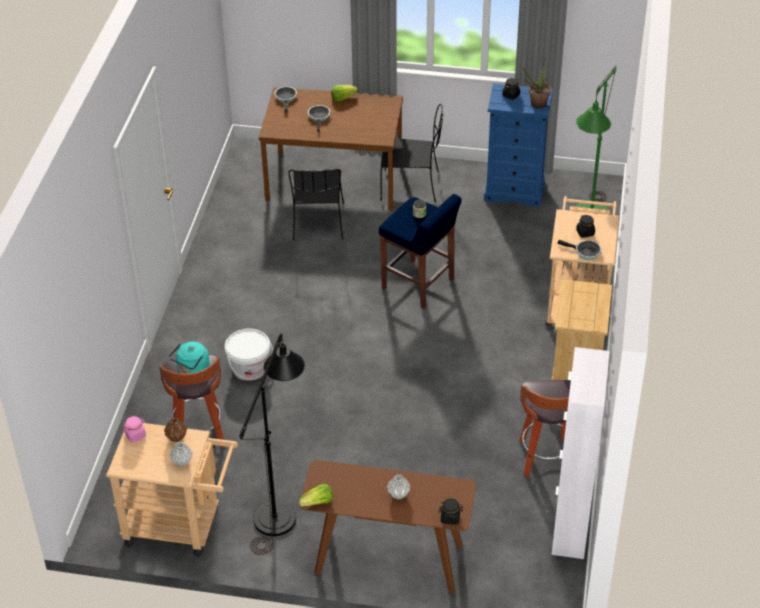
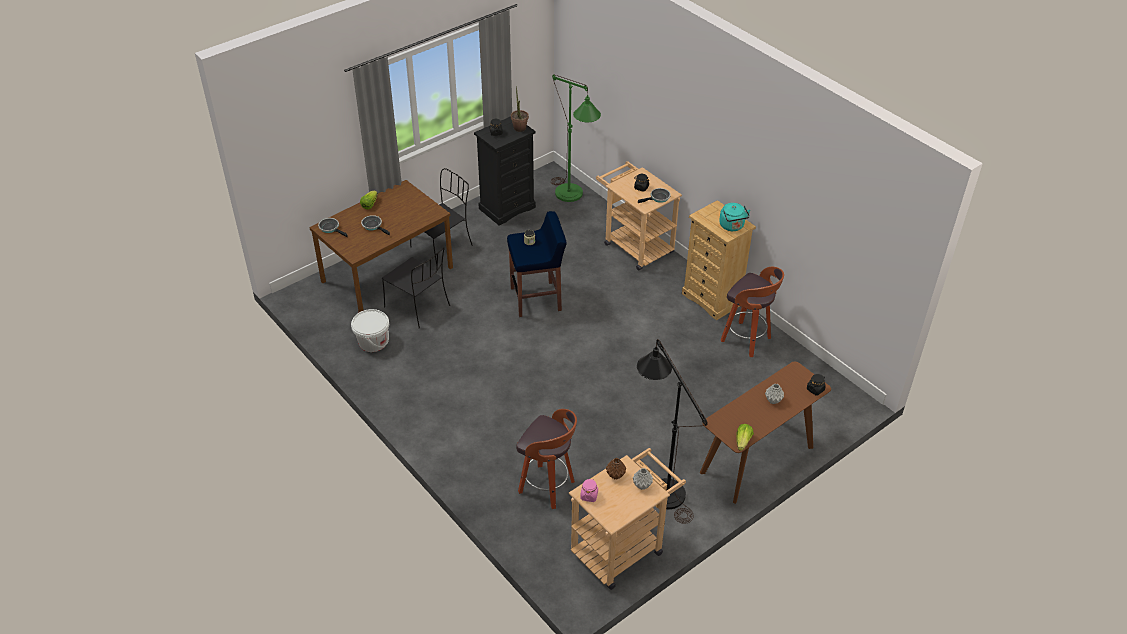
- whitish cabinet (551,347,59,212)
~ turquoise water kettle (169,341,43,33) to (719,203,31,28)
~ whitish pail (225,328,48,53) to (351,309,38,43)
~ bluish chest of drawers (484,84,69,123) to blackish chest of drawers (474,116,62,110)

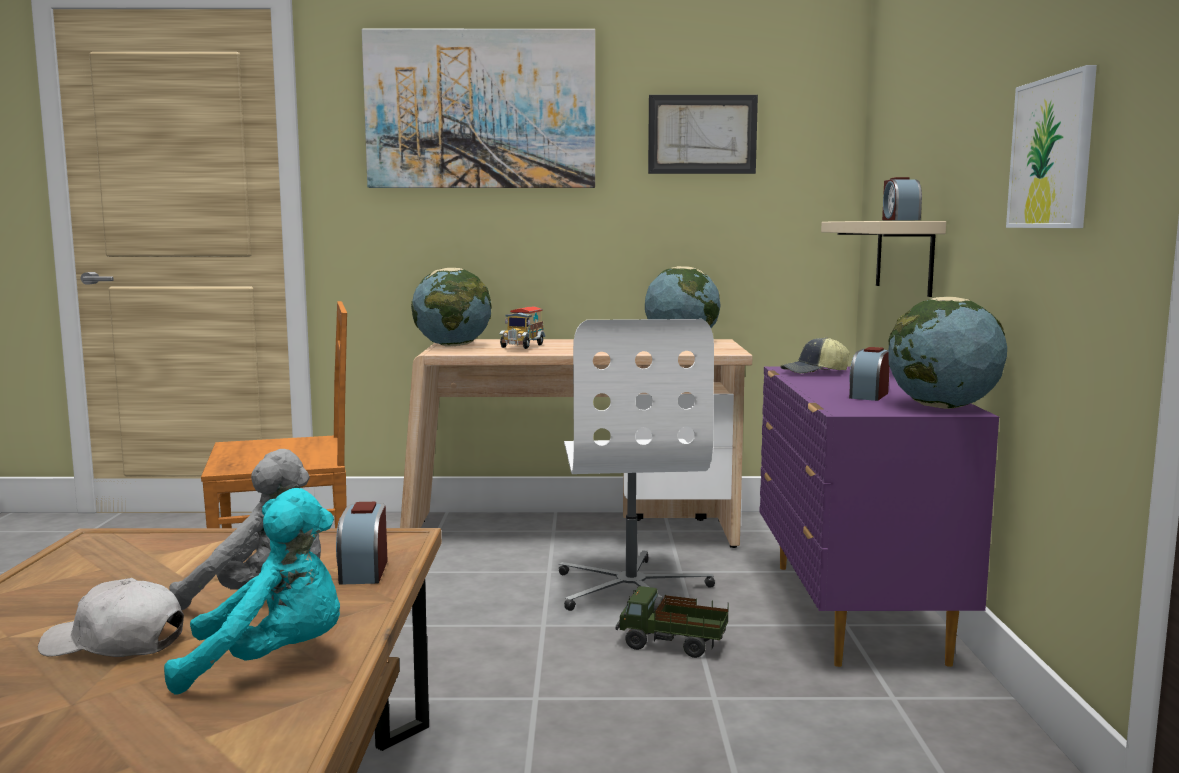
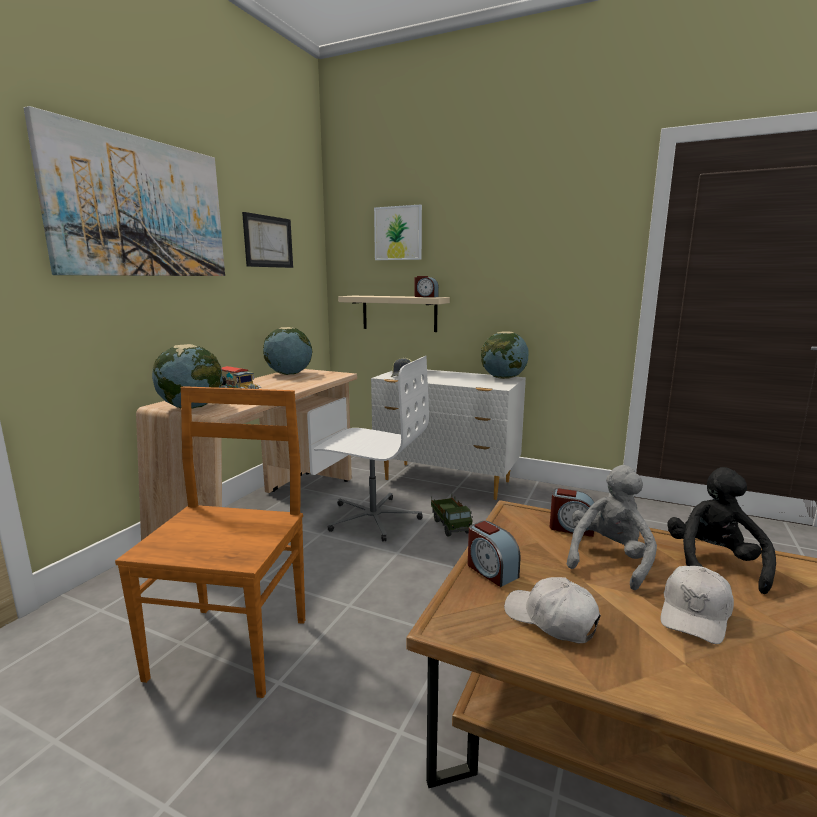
+ whitish cap (504,577,97,66)
~ bedside clock (849,347,41,54) to (468,521,53,66)
~ wall picture (1006,65,91,163) to (374,204,48,56)
~ turquoise cuddly toy (164,488,176,206) to blackish cuddly toy (667,467,109,127)
~ purple-coloured chest of drawers (760,366,239,301) to whitish chest of drawers (371,370,155,130)
~ model truck (616,586,113,72) = (431,496,42,40) 60 degrees counterclockwise

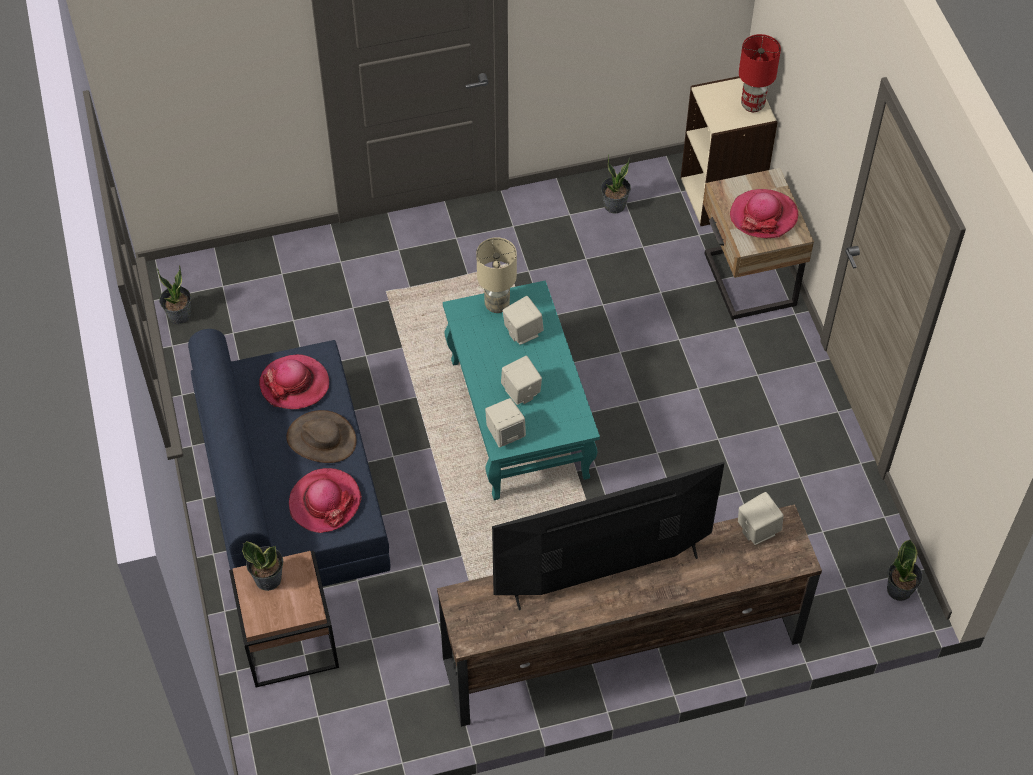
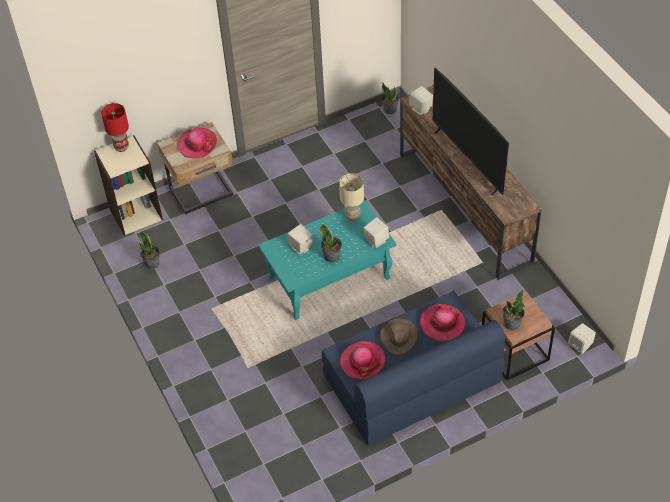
~ plant in a pot (157,265,34,60) to (320,223,22,40)
~ sand-coloured table lamp (476,237,41,76) to (339,173,25,48)
~ sand-coloured loudspeaker (501,356,41,49) to (568,323,28,31)

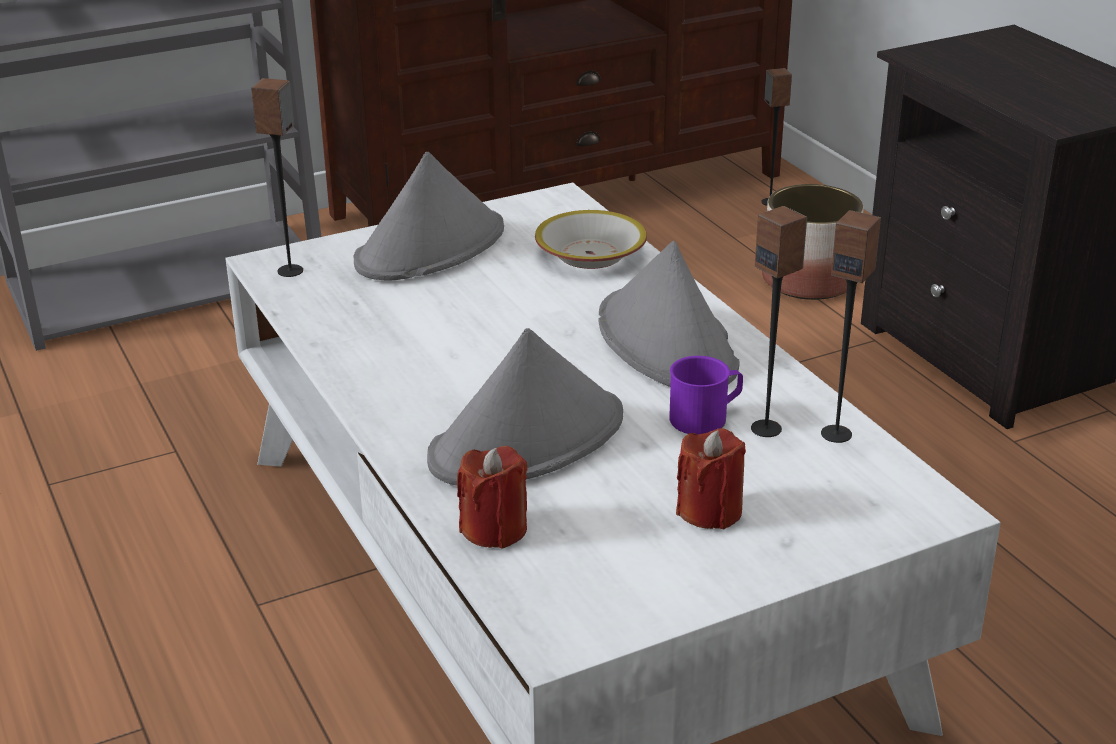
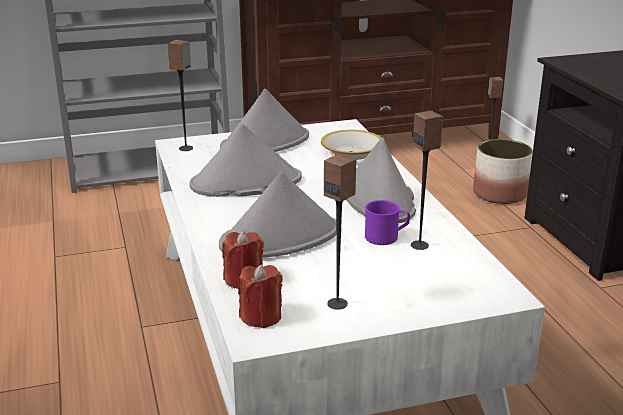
+ greyish clothing hat (189,124,113,73)
~ red candle (676,428,70,101) to (238,264,45,64)
~ loudspeaker (821,210,60,233) to (324,154,32,156)

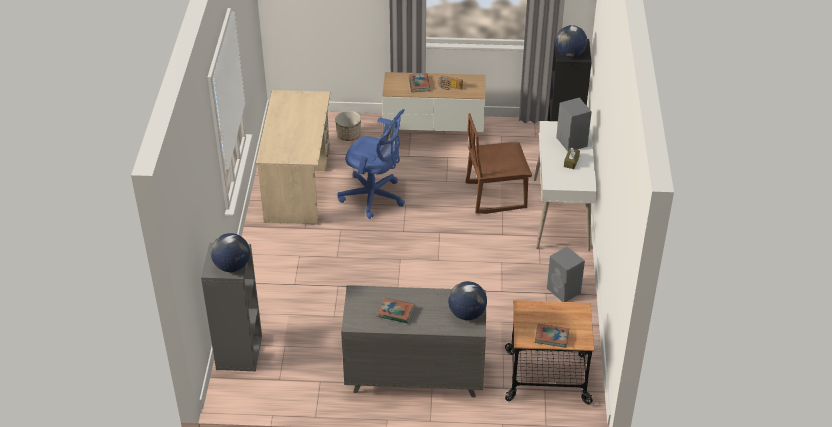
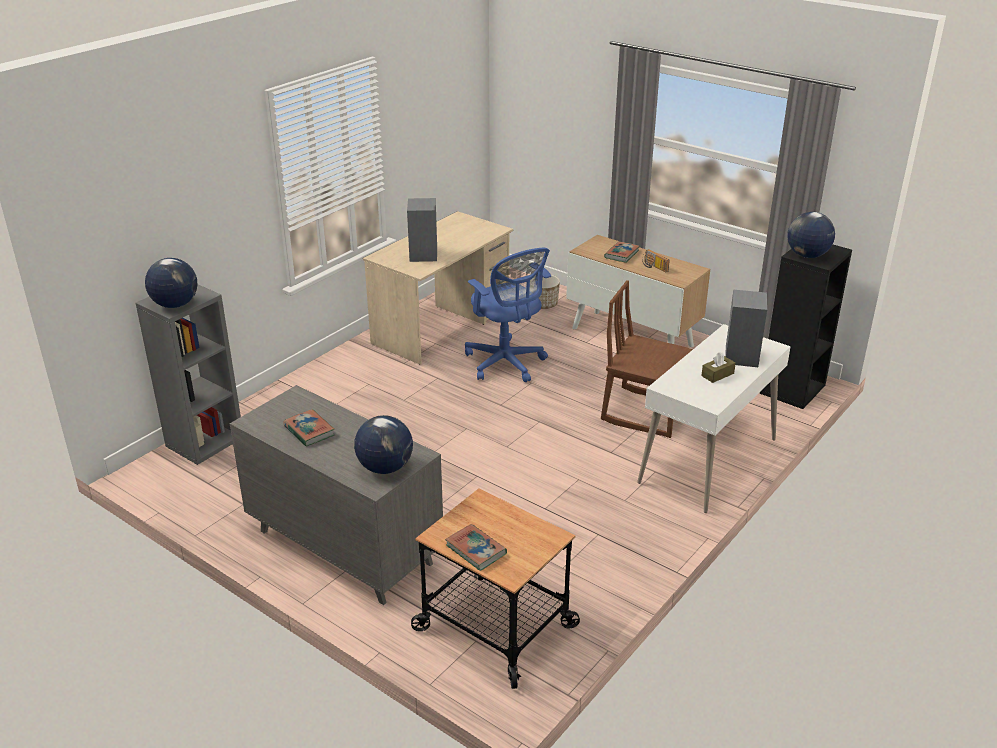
~ greyish loudspeaker (547,247,38,55) to (407,198,30,64)

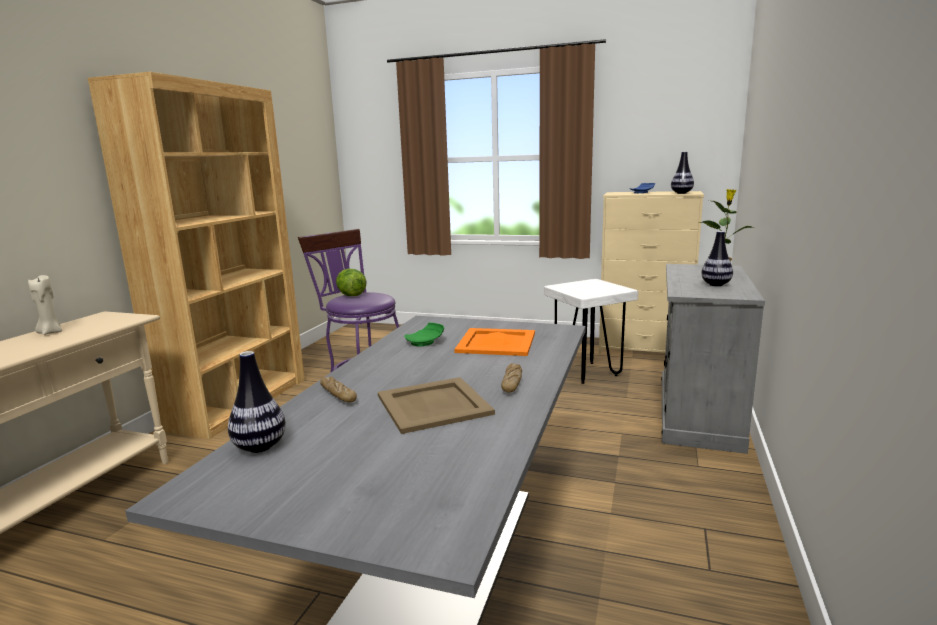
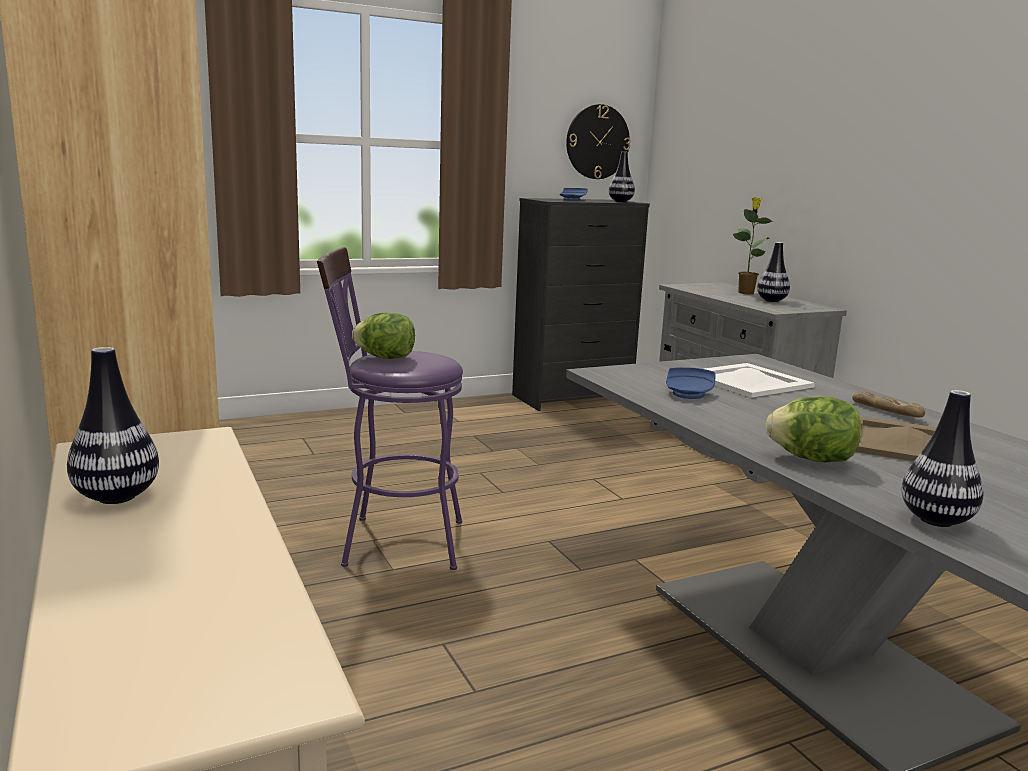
- whitish sitting stool (544,279,94,105)
+ hanging clock (566,104,64,75)
~ sand-coloured candle (28,275,34,60) to decorative vase (67,347,92,157)
~ bakery bread (320,376,37,27) to head of lettuce (766,396,95,66)
~ greenish plate (404,322,40,24) to bluish plate (666,367,50,32)
~ orange tray (454,328,81,28) to whitish tray (704,363,111,35)
~ sand-coloured chest of drawers (599,191,105,163) to blackish chest of drawers (512,198,138,213)

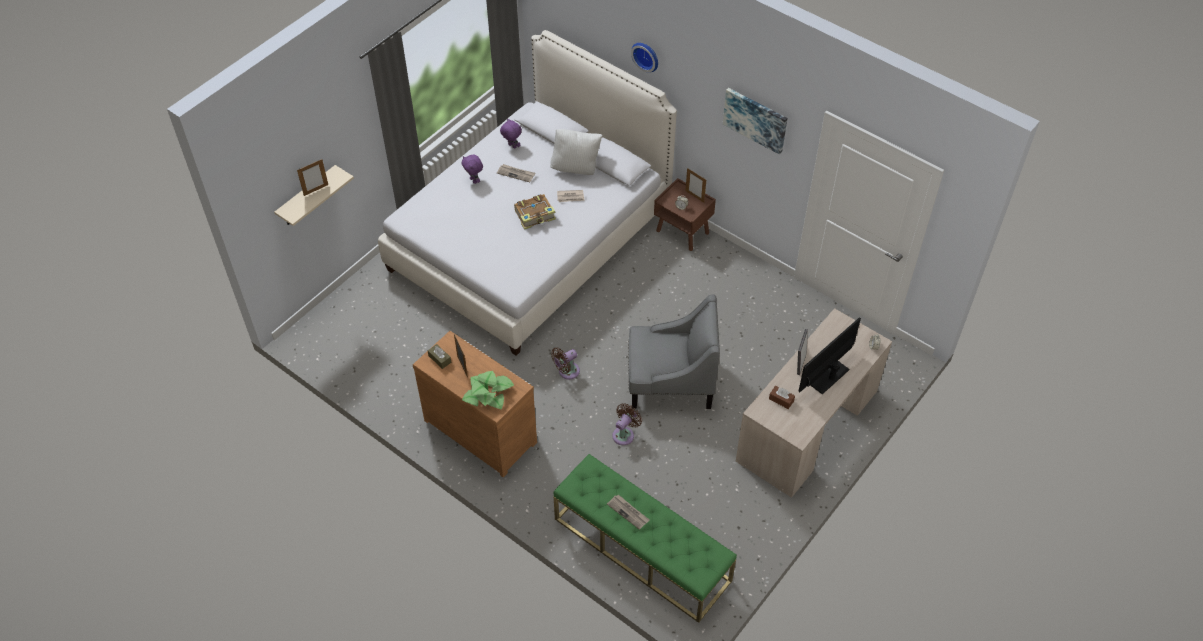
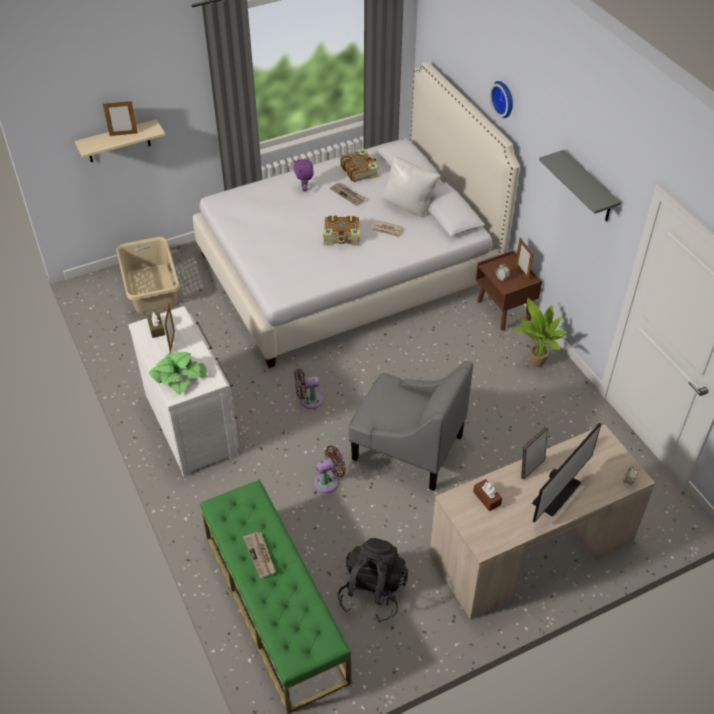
+ sand-coloured hamper (116,237,64,76)
+ blackish knapsack (338,538,70,85)
+ plant in a pot (513,298,55,69)
~ purple-coloured cuddly toy (500,118,22,31) to book (340,149,39,33)
~ wall picture (723,88,64,67) to greyish wall shelf (539,150,82,71)
~ brownish chest of drawers (413,331,124,146) to whitish chest of drawers (128,306,111,171)
~ monitor (798,317,63,77) = (532,423,69,100) 150 degrees clockwise

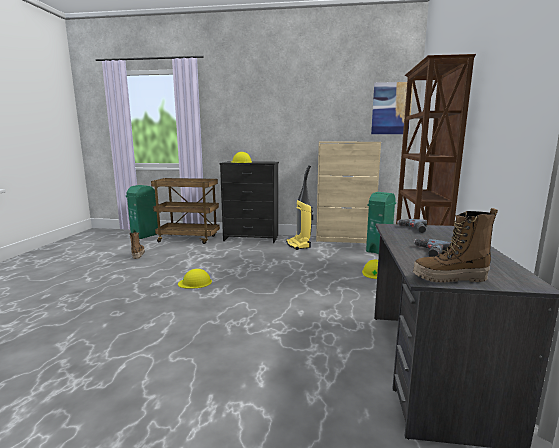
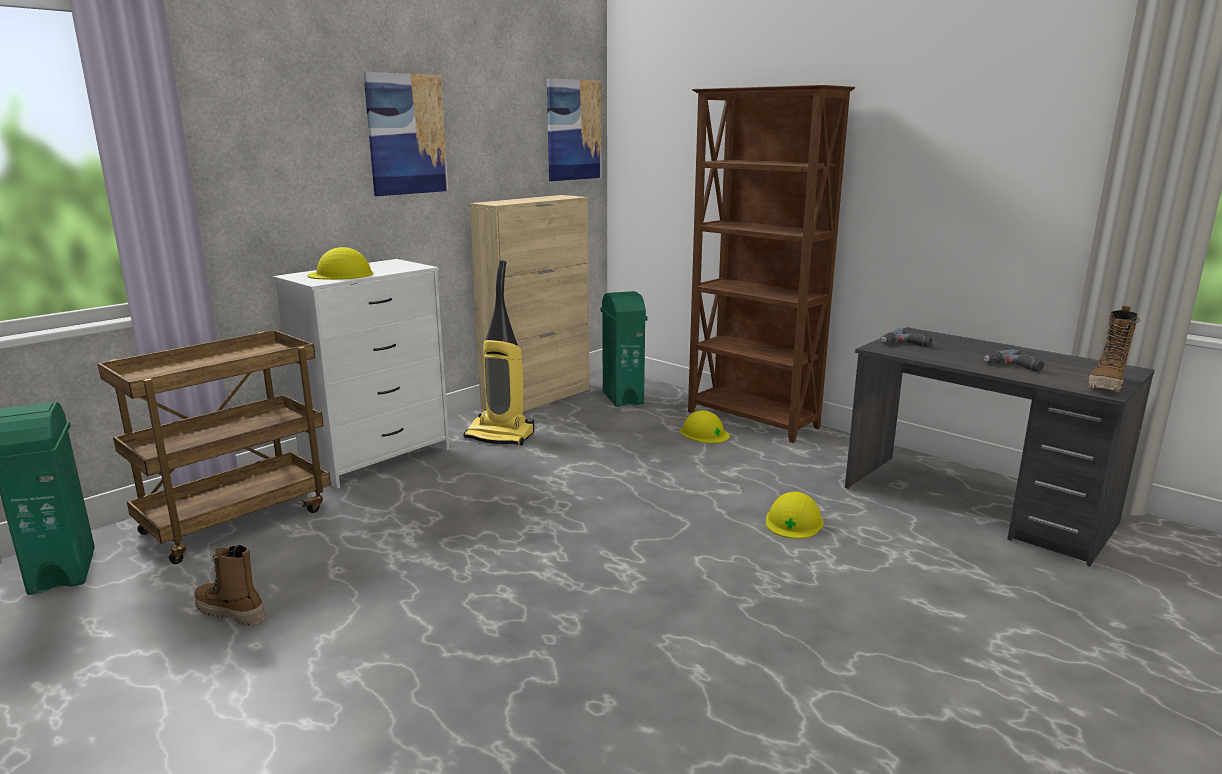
+ wall picture (363,72,85,124)
~ yellow-coloured hard hat (178,269,34,19) to (766,492,58,47)
~ blackish chest of drawers (219,161,60,82) to whitish chest of drawers (273,259,176,230)

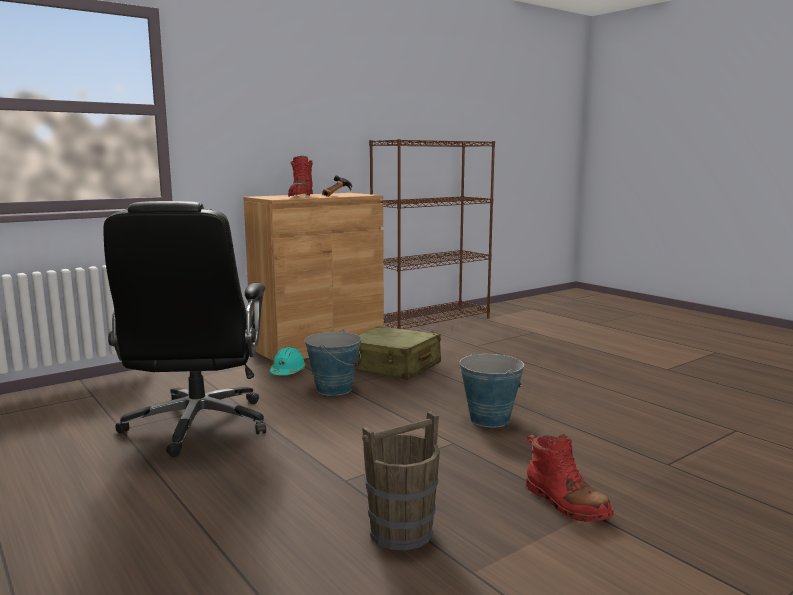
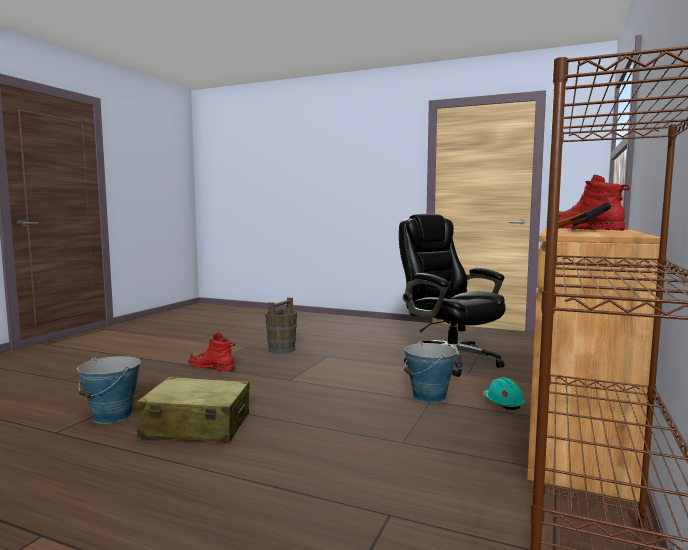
~ sand-coloured piece of luggage (355,326,86,54) to (136,377,114,65)
~ pail (460,352,64,75) to (77,356,64,68)

